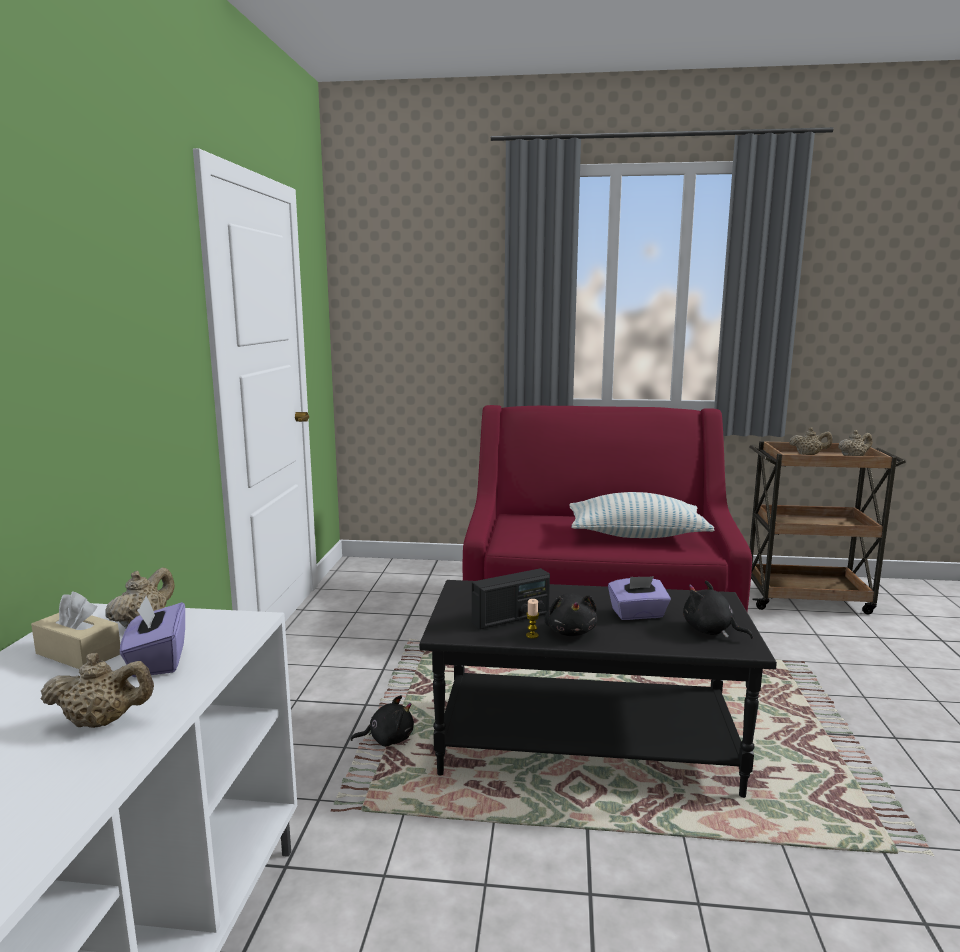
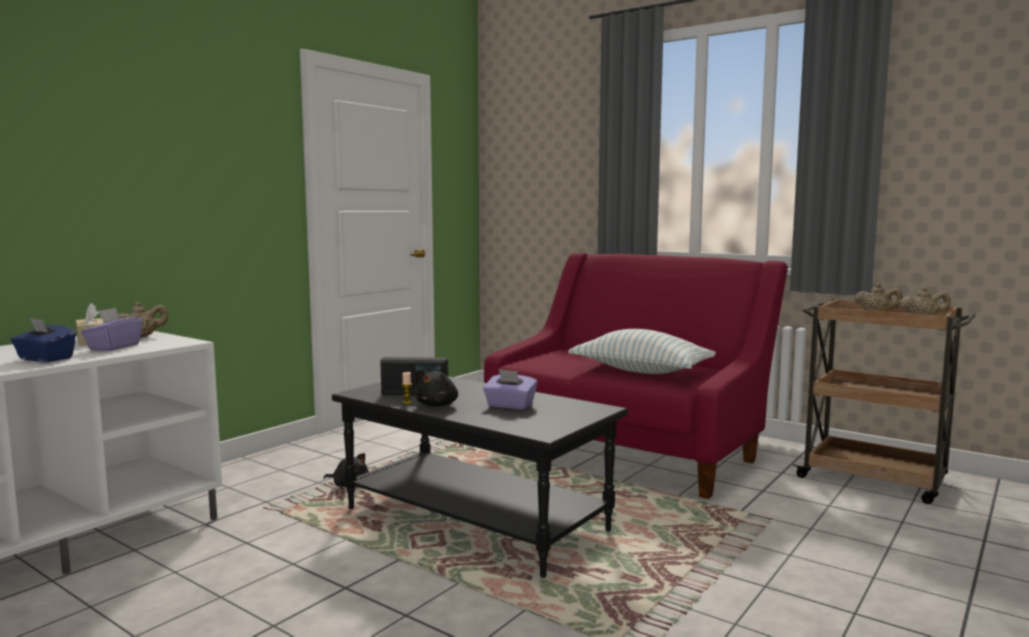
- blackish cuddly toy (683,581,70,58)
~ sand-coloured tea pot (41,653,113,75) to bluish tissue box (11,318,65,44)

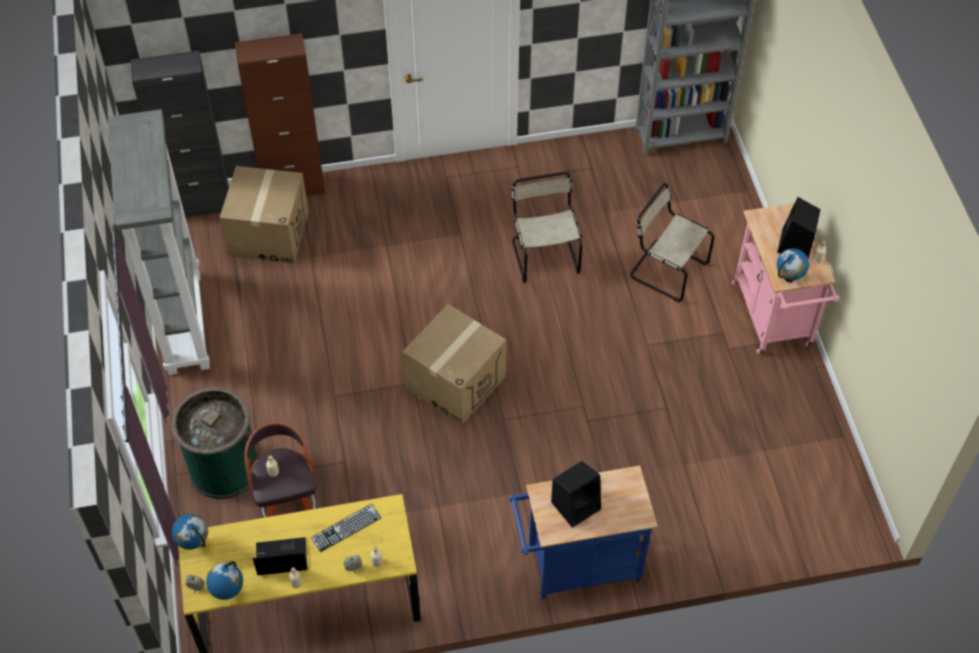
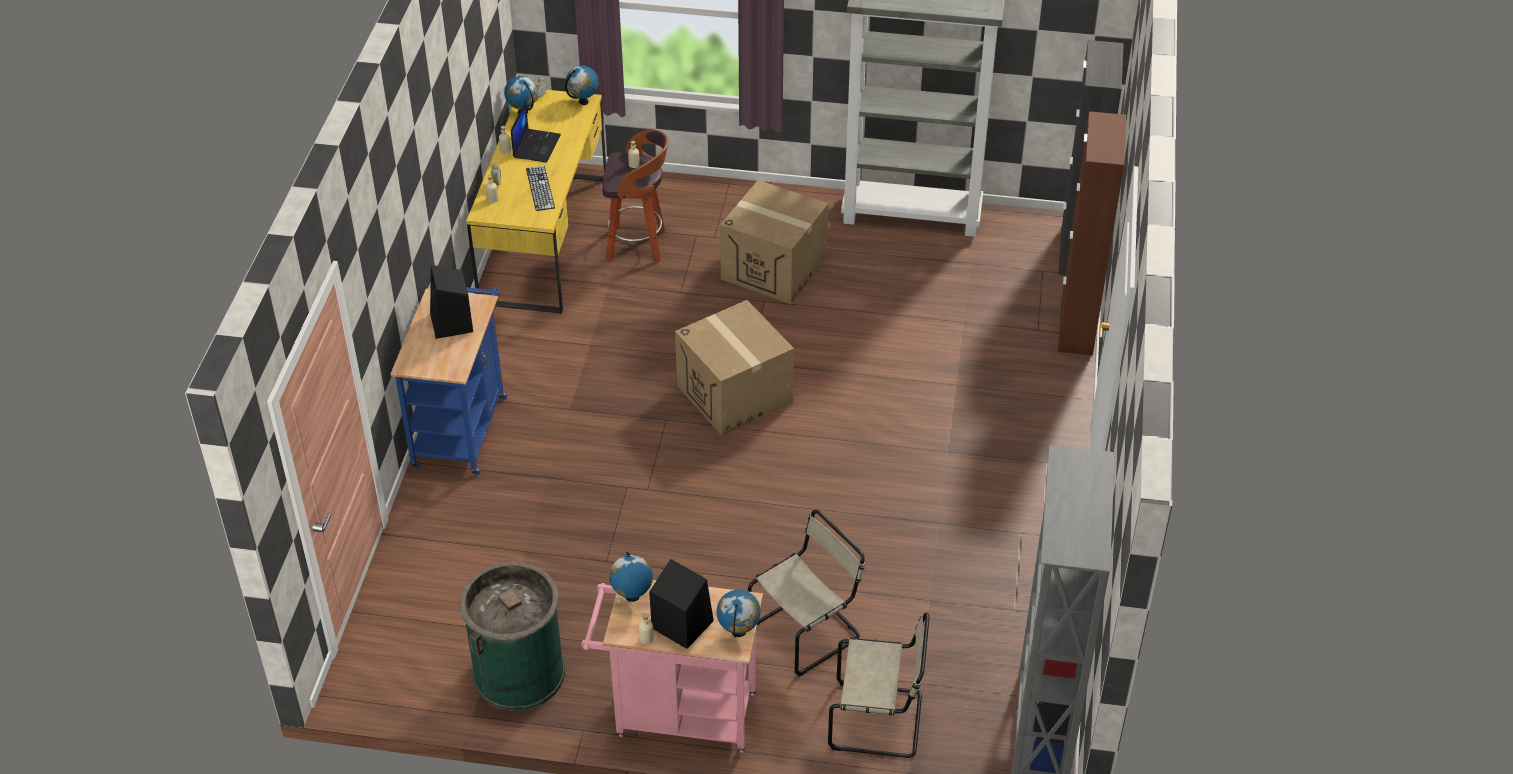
+ world globe (717,590,44,47)
~ greenish trash can (171,387,88,112) to (459,562,106,149)
~ cardboard box (220,166,89,98) to (720,180,109,124)
~ sand-coloured plain chair (511,172,71,111) to (828,612,101,146)

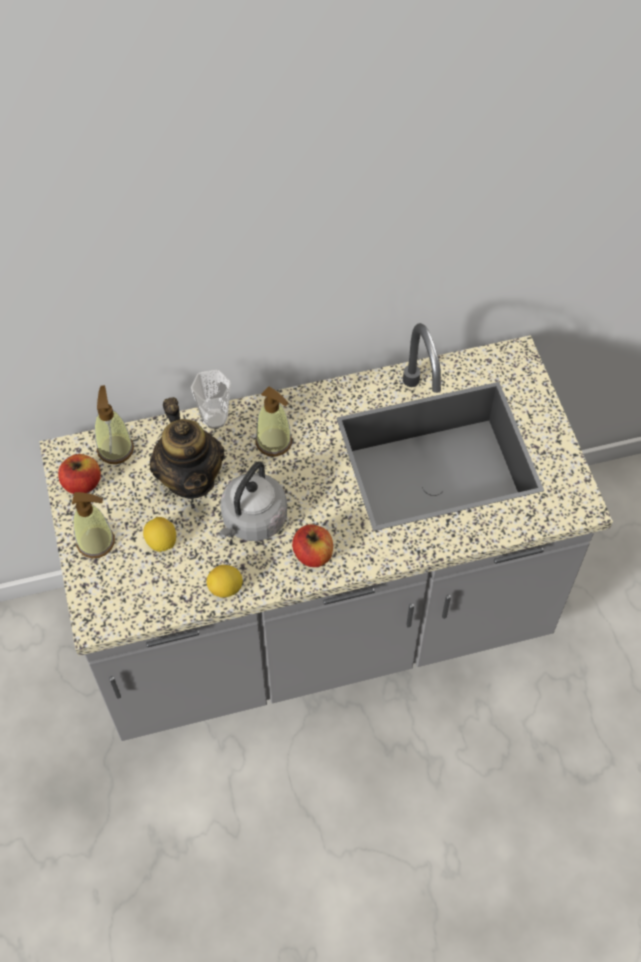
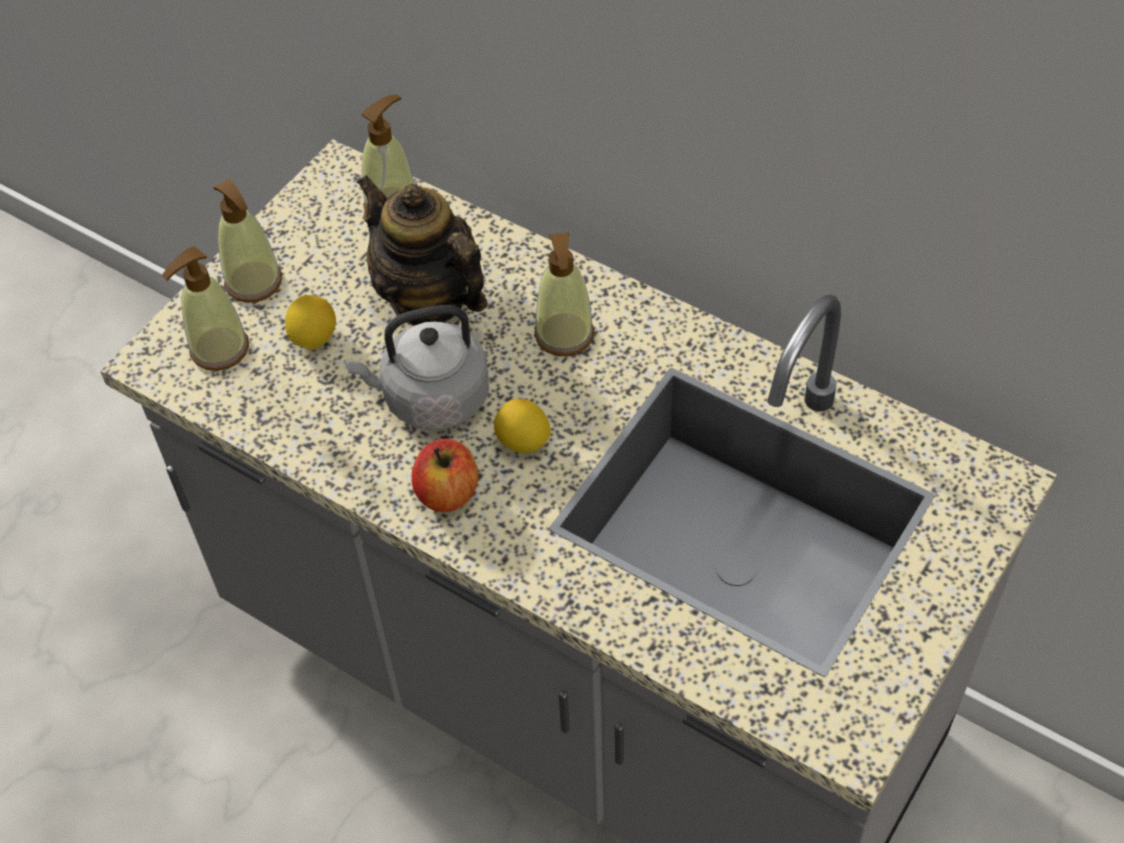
- whole apple (58,454,43,40)
- small cup (191,370,40,59)
+ soap bottle (162,246,87,125)
~ whole lemon (206,565,37,32) to (494,399,57,54)
~ tea pot (150,397,74,102) = (356,175,131,151) 105 degrees clockwise

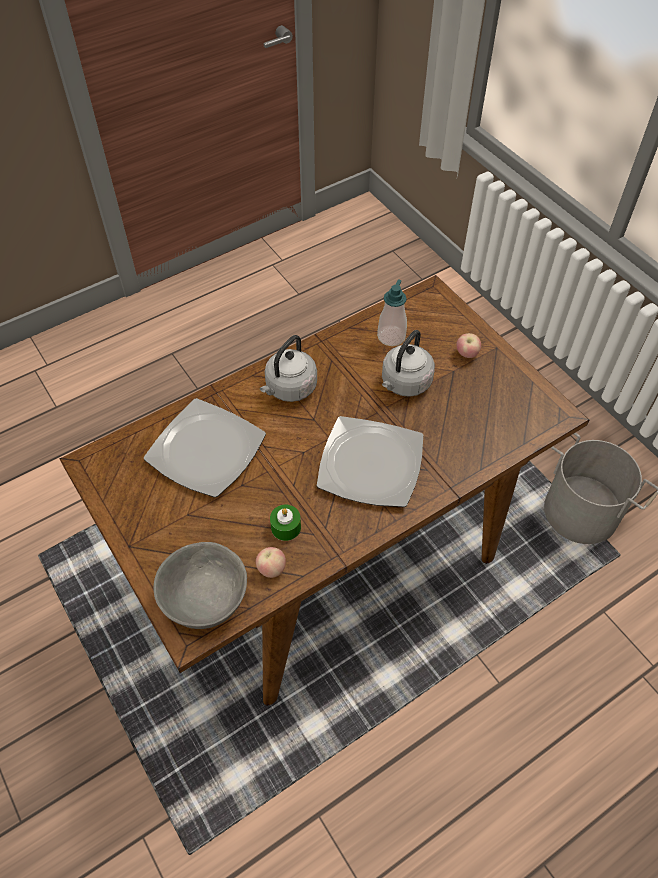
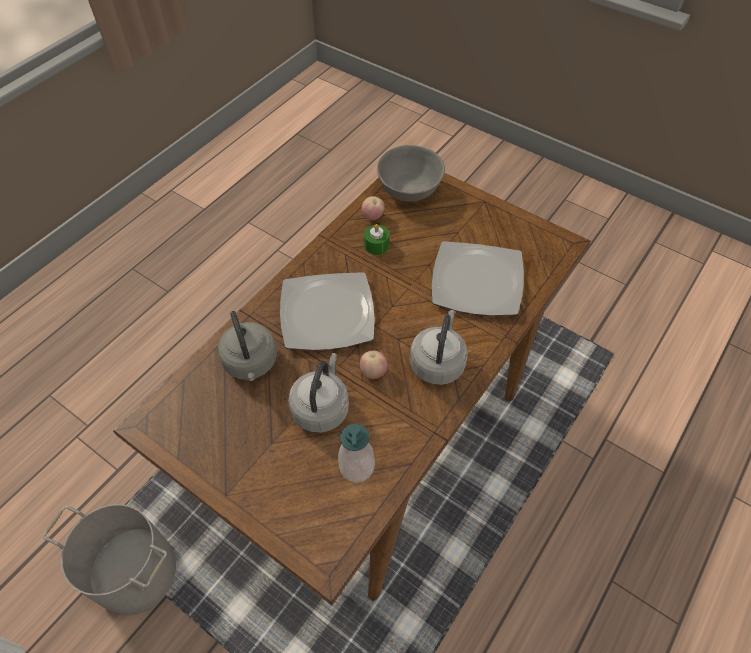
+ greyish water kettle (218,311,59,70)
~ whole apple (456,333,25,25) to (360,351,28,28)

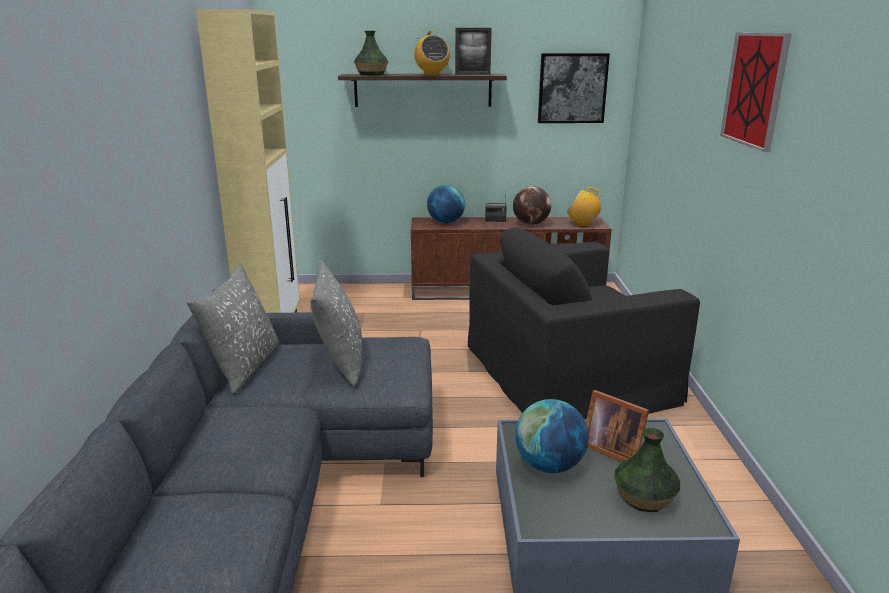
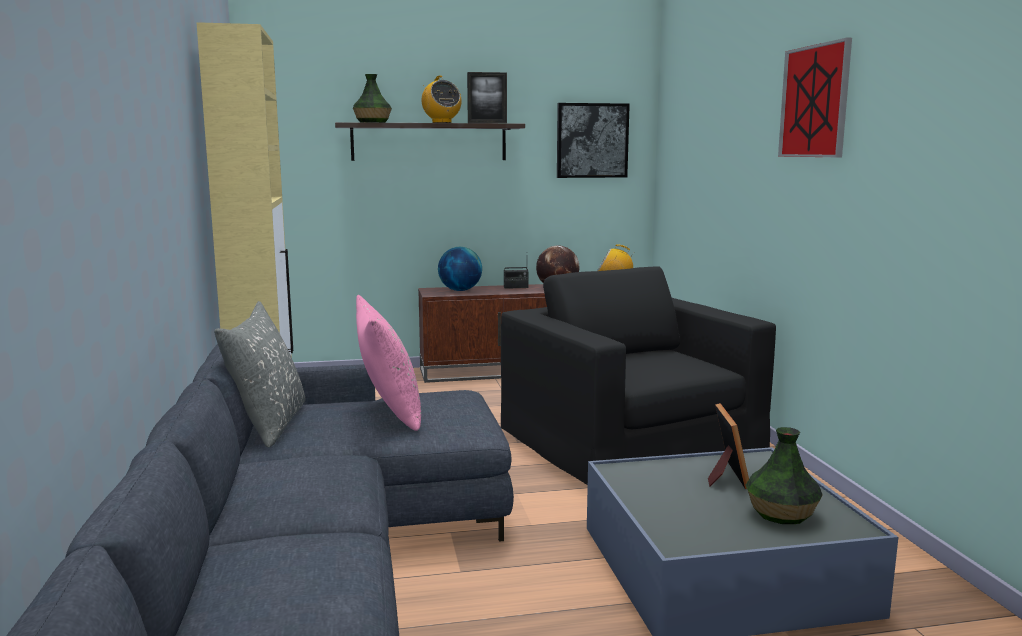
- world globe (515,399,74,74)
~ greyish pillow (310,260,52,126) to pink pillow (356,295,65,136)
~ blackish armchair (468,227,232,192) = (501,266,275,219) 90 degrees clockwise
~ picture frame (586,390,63,72) = (708,403,41,86) 120 degrees counterclockwise

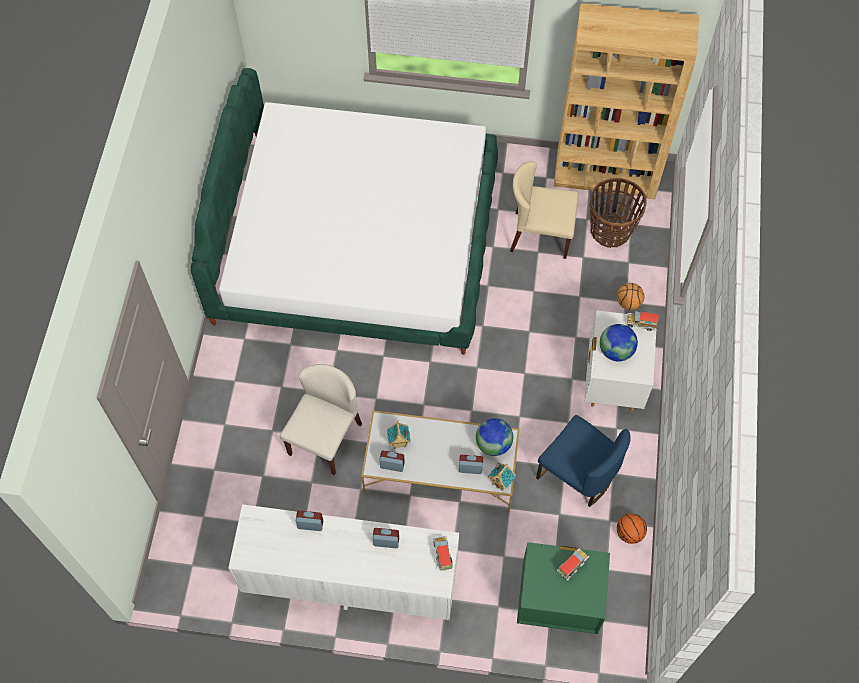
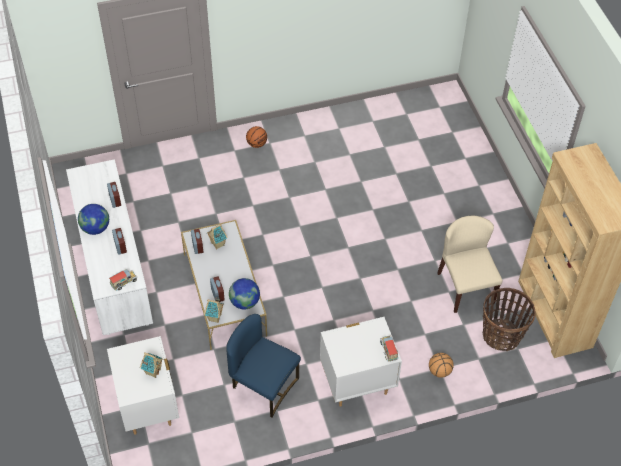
- sleeping bed (190,68,308,287)
- sand-coloured plain chair (280,364,82,111)
~ world globe (600,324,38,37) to (78,204,31,31)
~ basketball (617,514,30,30) to (246,126,21,22)
~ model truck (557,548,32,33) to toy house (140,352,23,26)
~ greenish nightstand (517,542,93,92) to whitish nightstand (107,336,72,99)
~ bluish plain chair (536,415,95,92) = (226,314,75,104) 105 degrees clockwise

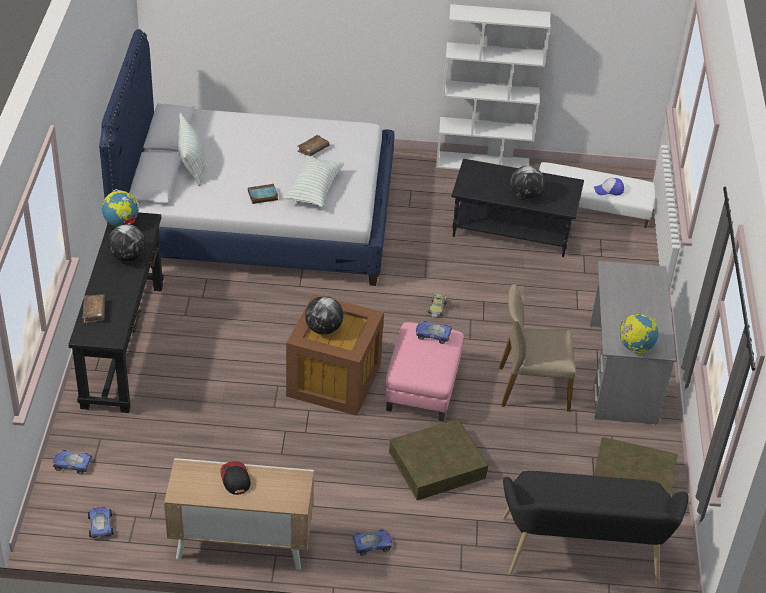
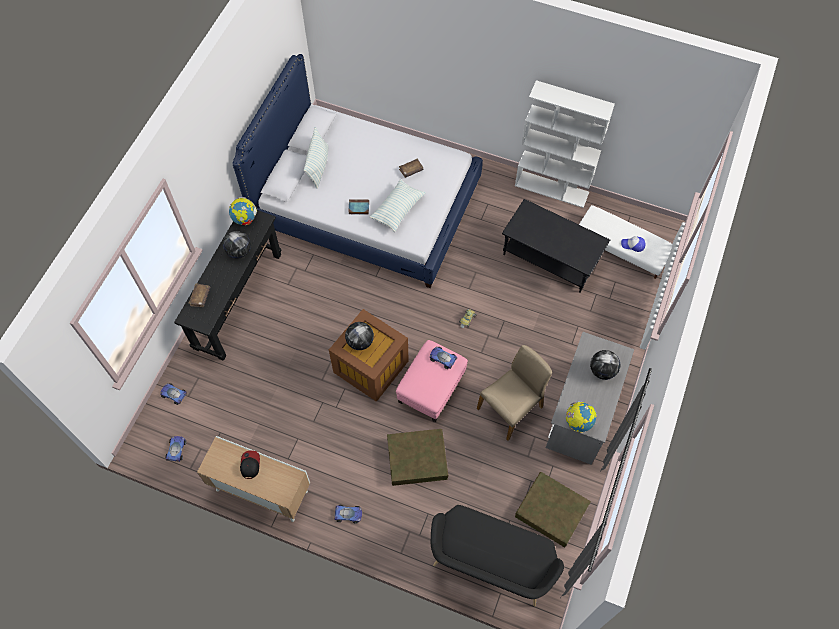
~ world globe (510,165,35,35) to (590,350,30,30)
~ sand-coloured plain chair (499,284,77,128) = (477,345,75,96) 120 degrees clockwise

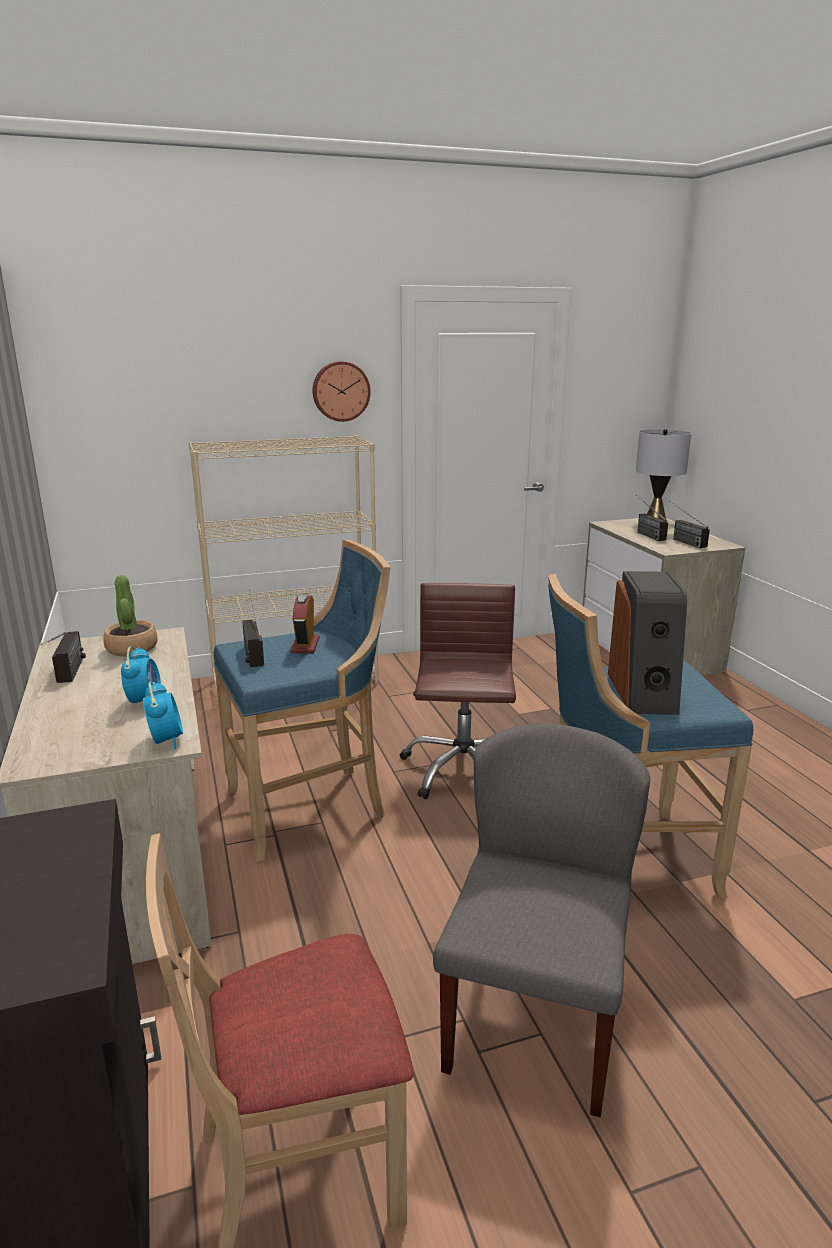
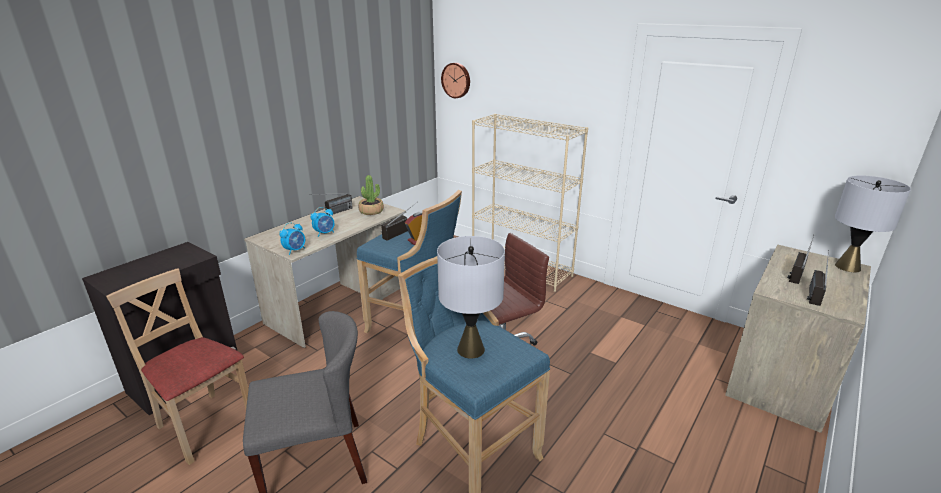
~ hanging clock (313,361,57,61) to (441,63,29,35)
~ loudspeaker (608,571,79,144) to greyish table lamp (437,236,68,123)

